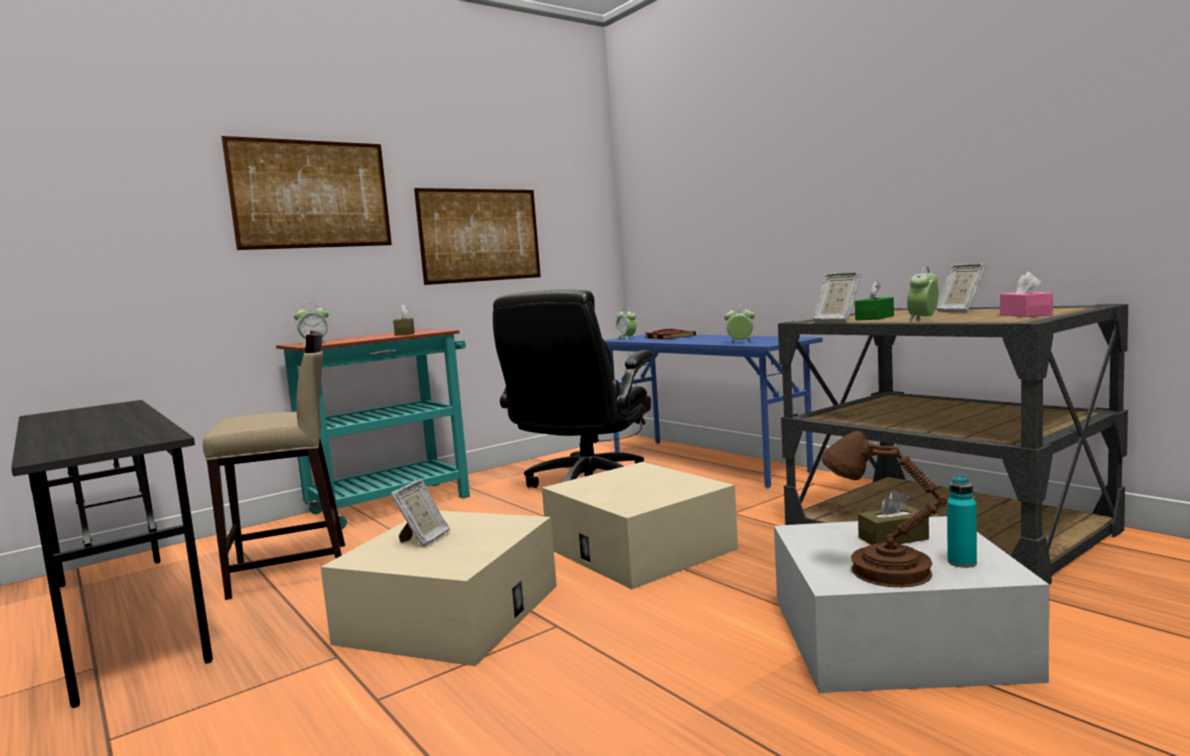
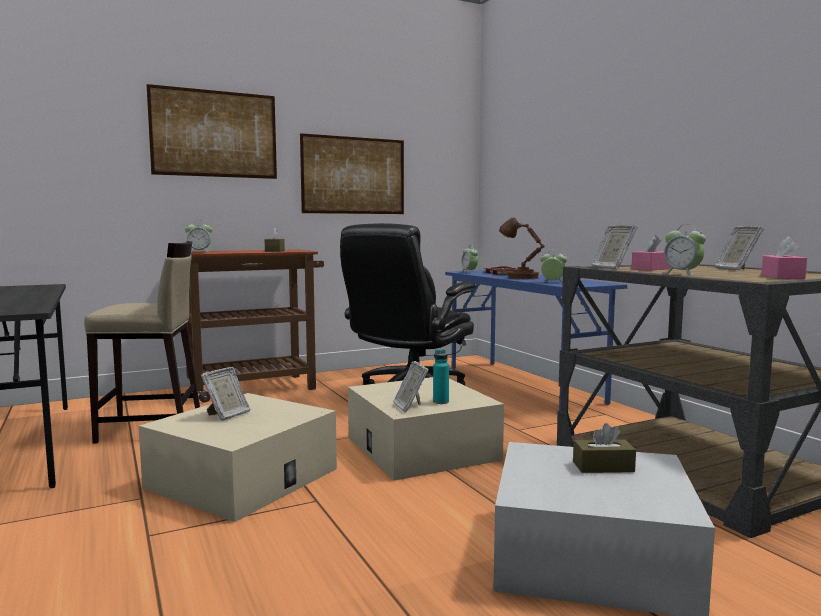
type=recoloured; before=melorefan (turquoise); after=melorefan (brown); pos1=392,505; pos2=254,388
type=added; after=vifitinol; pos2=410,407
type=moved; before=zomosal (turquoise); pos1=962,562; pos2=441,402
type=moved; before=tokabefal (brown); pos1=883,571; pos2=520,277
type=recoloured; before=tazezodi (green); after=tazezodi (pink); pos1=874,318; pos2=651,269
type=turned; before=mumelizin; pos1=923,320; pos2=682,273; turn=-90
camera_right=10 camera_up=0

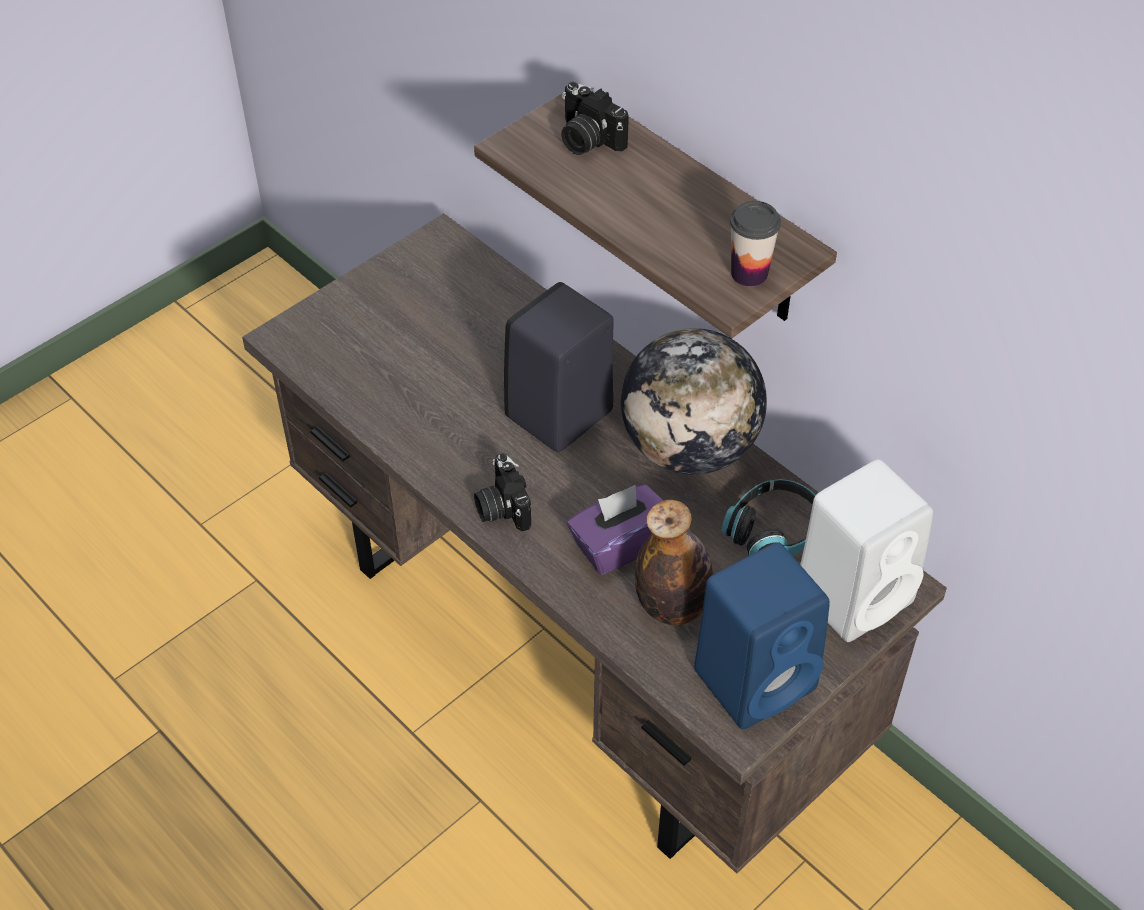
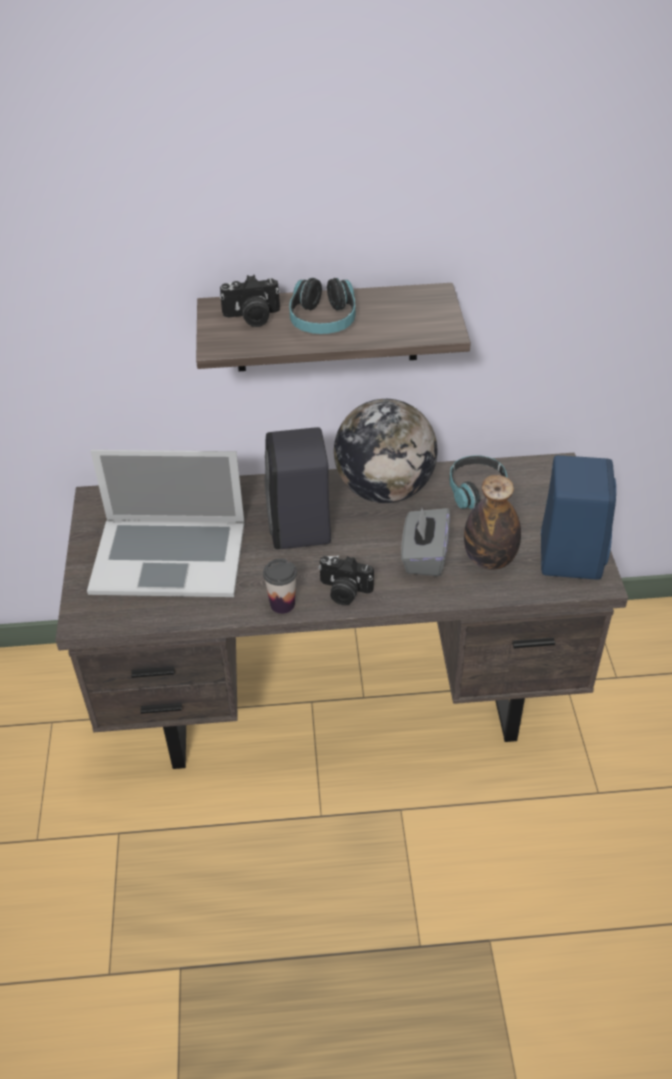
type=added; after=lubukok; pos2=169,556
type=moved; before=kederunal; pos1=749,273; pos2=282,604
type=added; after=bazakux; pos2=323,320
type=recoloured; before=tazezodi (purple); after=tazezodi (grey); pos1=620,544; pos2=424,556
type=removed; before=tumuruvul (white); pos1=856,593
camera_right=-50 camera_up=-5

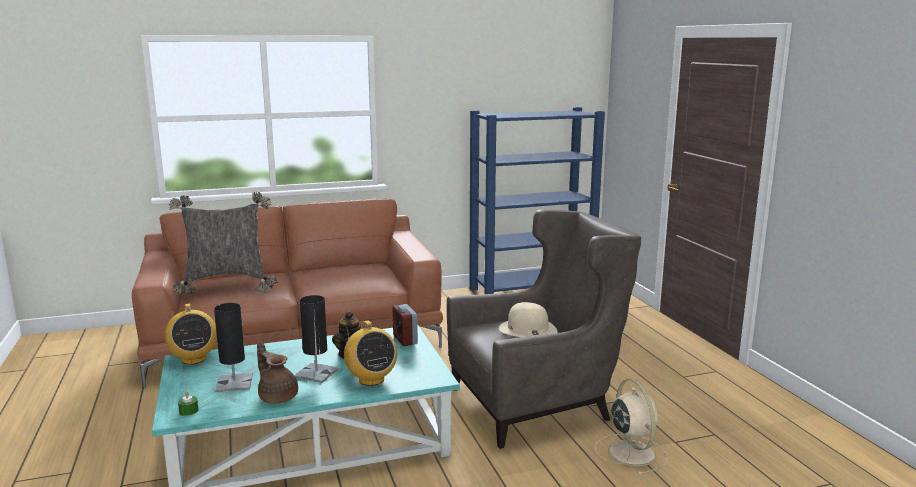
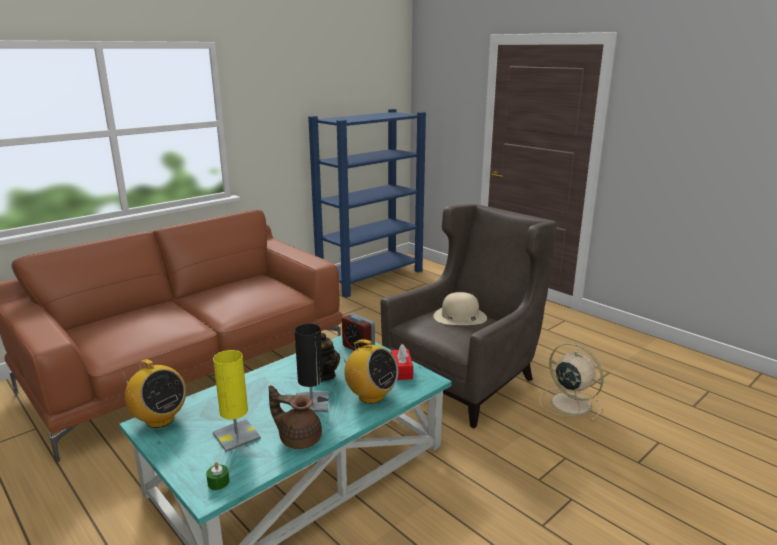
type=recoloured; before=tokabefal (black); after=tokabefal (yellow); pos1=234,383; pos2=236,436
type=added; after=tazezodi (red); pos2=401,370
type=removed; before=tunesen; pos1=227,289
camera_right=-25 camera_up=5

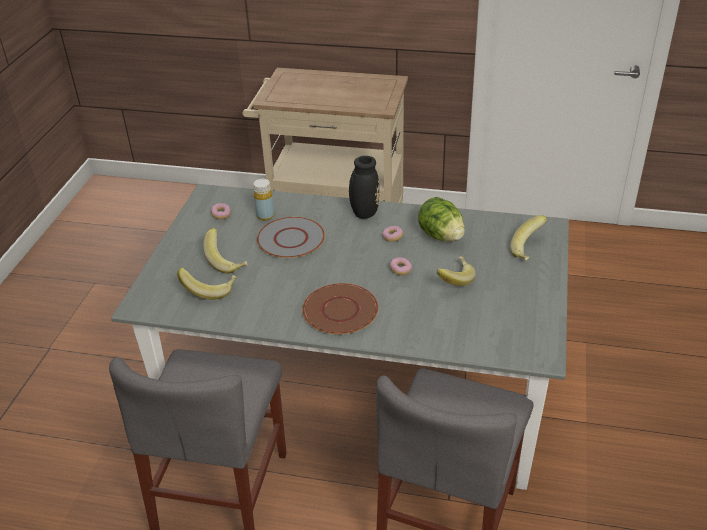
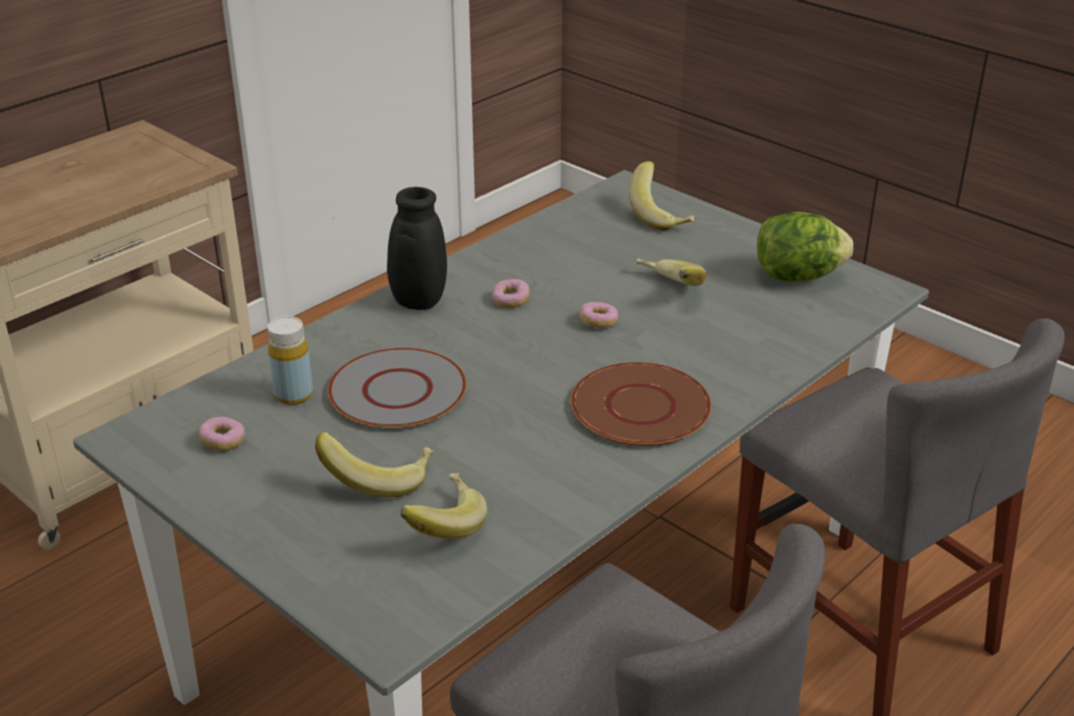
type=moved; before=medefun; pos1=441,236; pos2=797,276
camera_right=-60 camera_up=-5

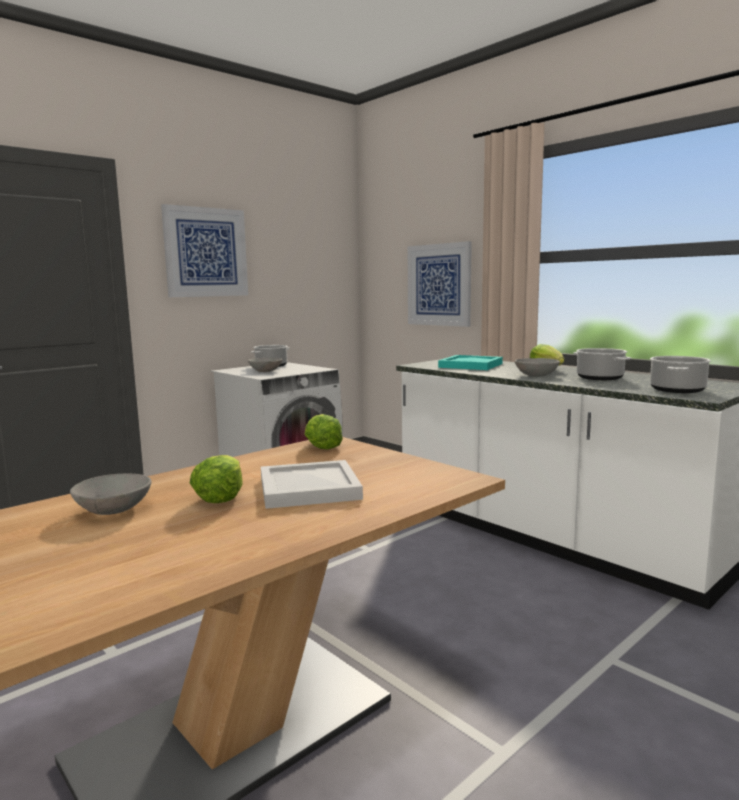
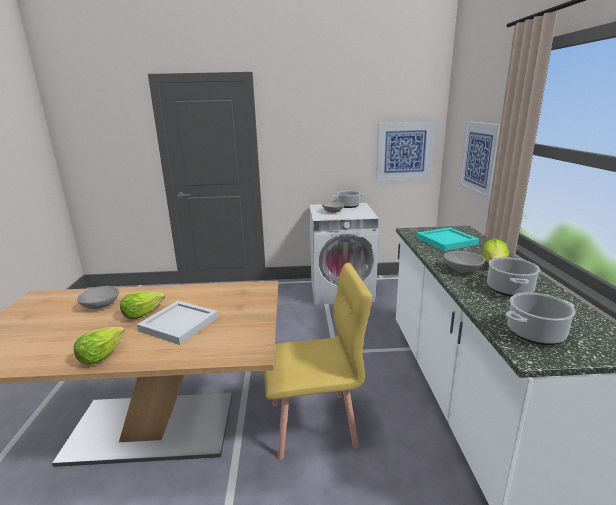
type=moved; before=medefun; pos1=322,446; pos2=101,355
type=added; after=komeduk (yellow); pos2=314,424
type=moved; before=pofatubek; pos1=206,252; pos2=404,151
camera_right=40 camera_up=10

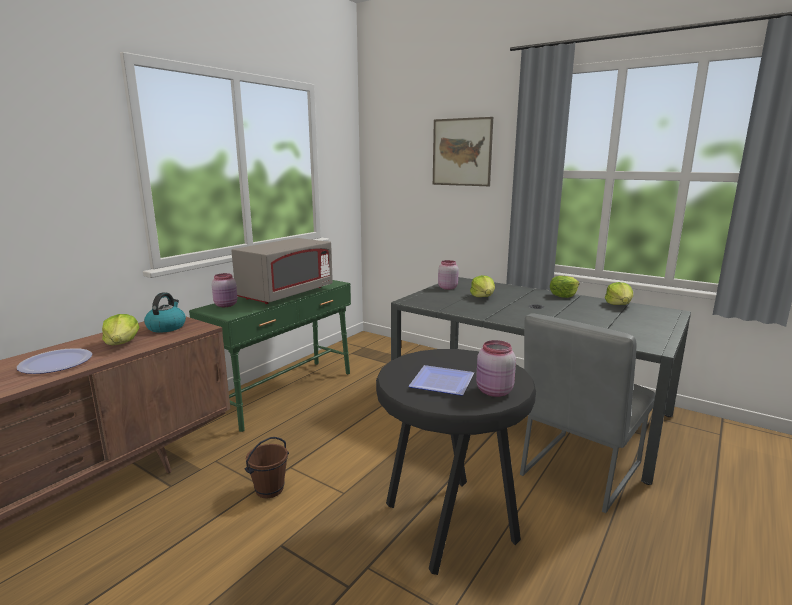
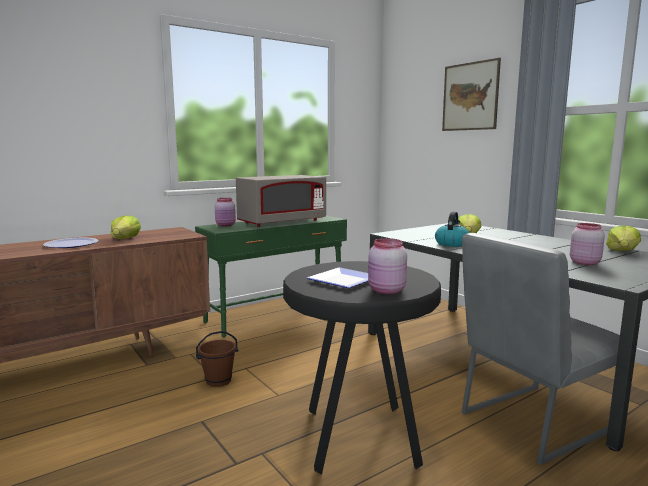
type=moved; before=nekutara; pos1=166,327; pos2=451,243
type=moved; before=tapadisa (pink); pos1=447,287; pos2=584,262
type=removed; before=medefun; pos1=563,295
camera_right=20 camera_up=-5

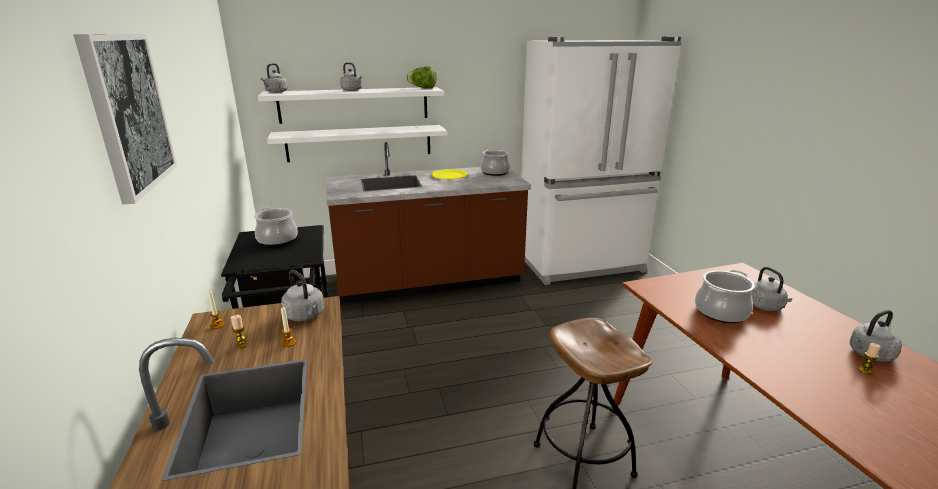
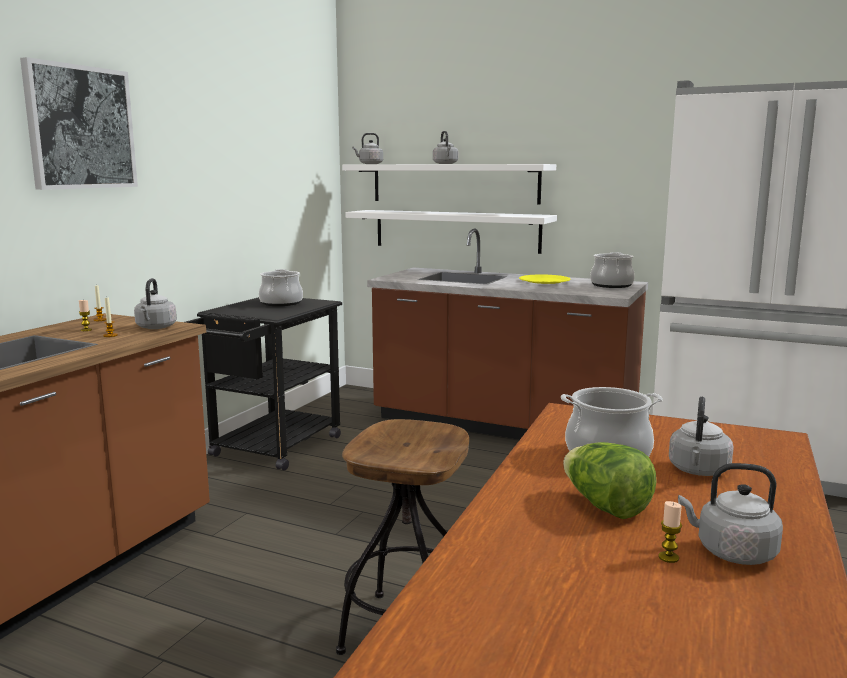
type=moved; before=medefun; pos1=423,88; pos2=605,506
camera_right=40 camera_up=-10

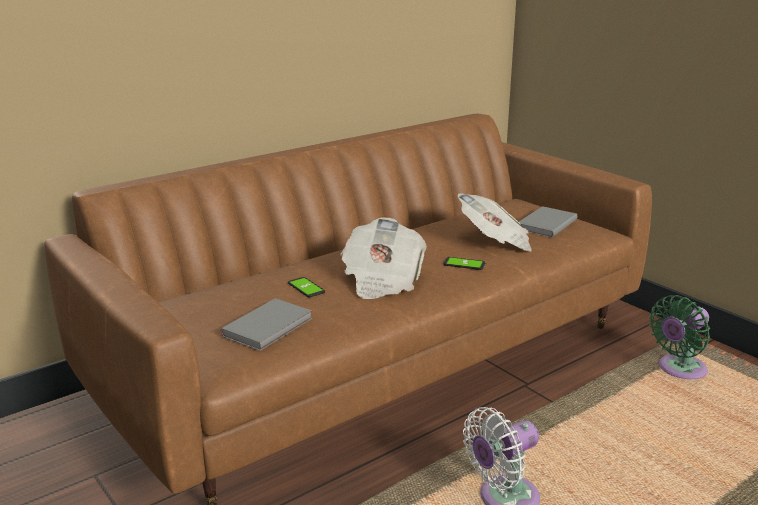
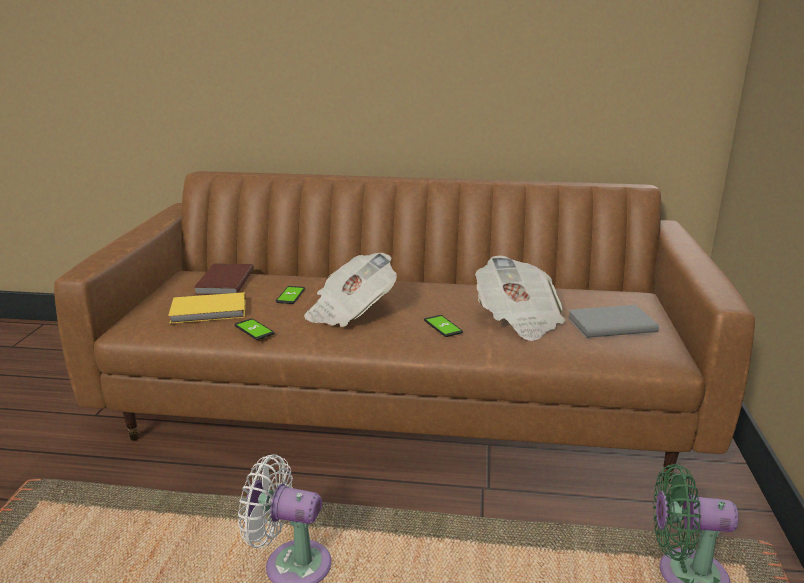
type=recoloured; before=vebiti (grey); after=vebiti (yellow); pos1=270,327; pos2=209,311
type=added; after=vebiti (brown); pos2=223,282
type=added; after=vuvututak; pos2=254,330
camera_right=45 camera_up=0

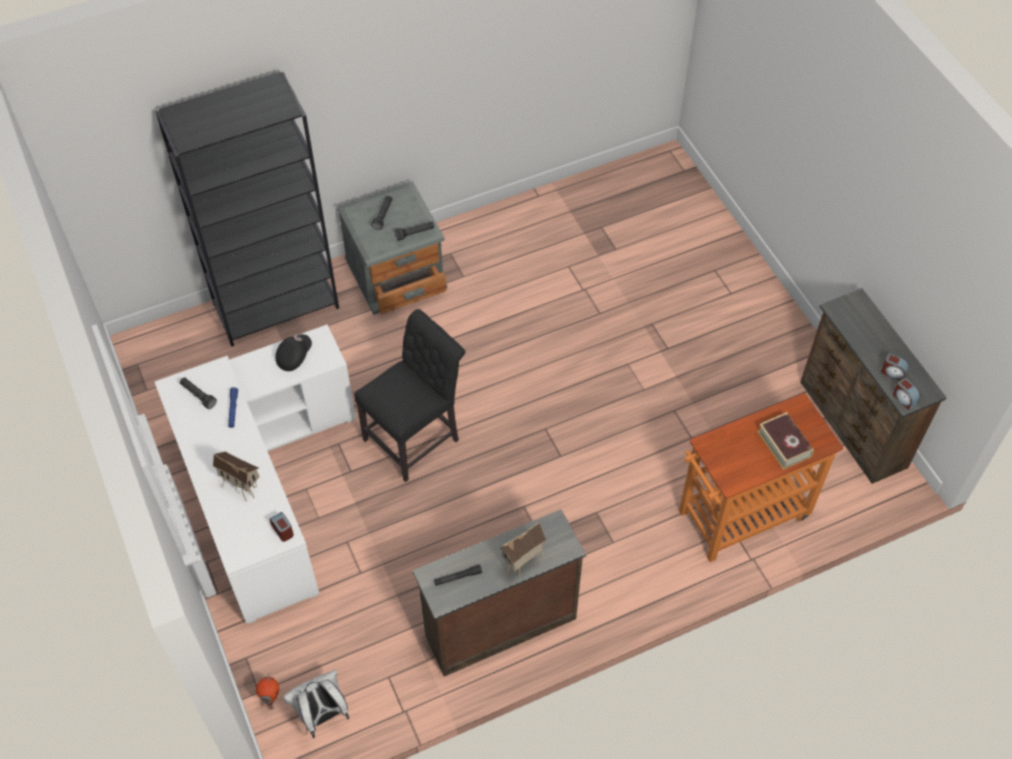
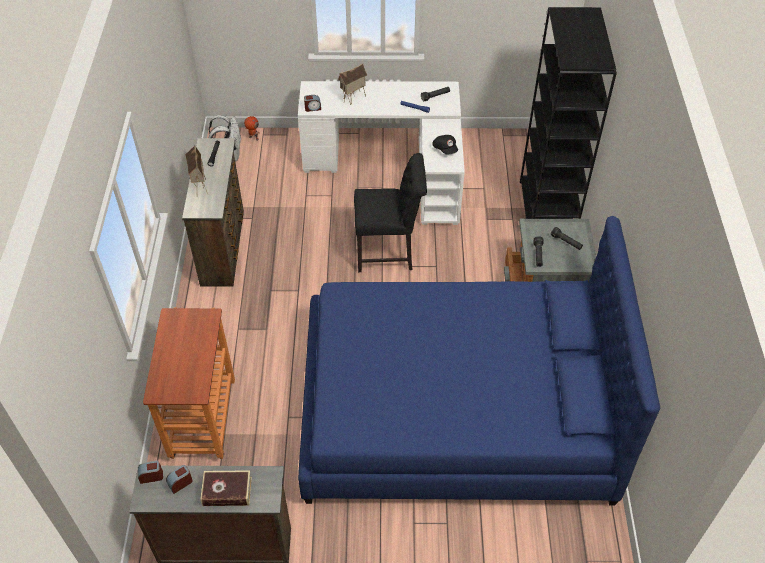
type=moved; before=vebiti; pos1=784,444; pos2=227,491
type=added; after=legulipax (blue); pos2=456,411
type=turned; before=komeduk (black); pos1=416,437; pos2=389,252; turn=-75
camera_right=115 camera_up=-5

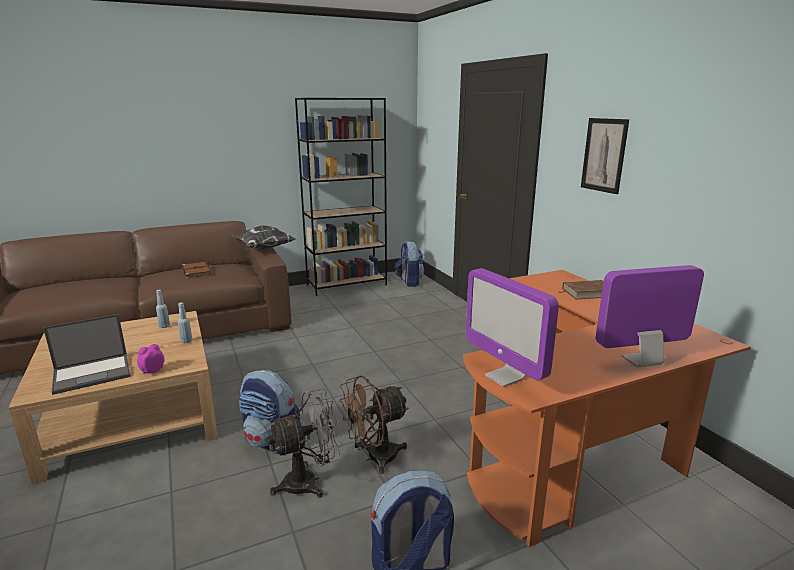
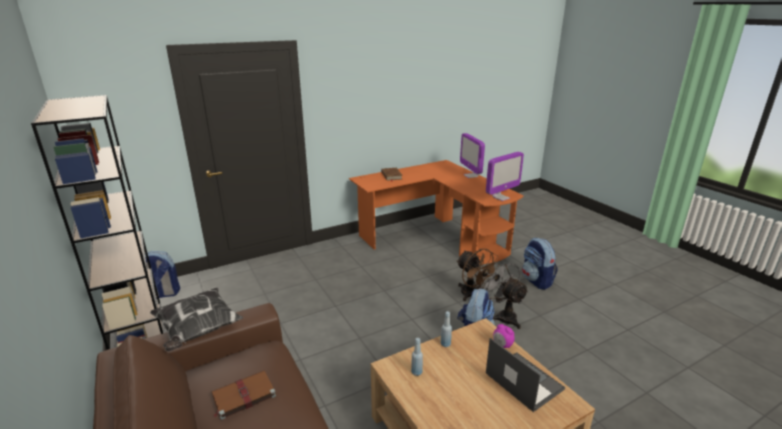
type=removed; before=pofatubek; pos1=604,155
camera_right=-95 camera_up=5

